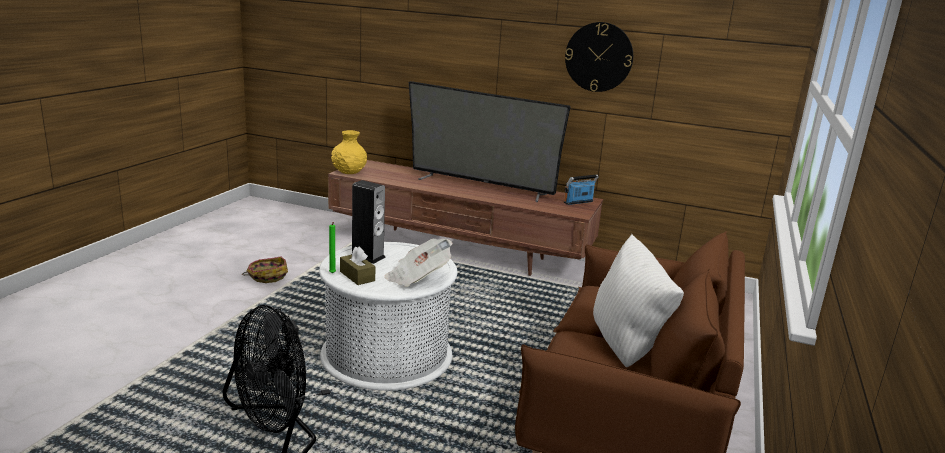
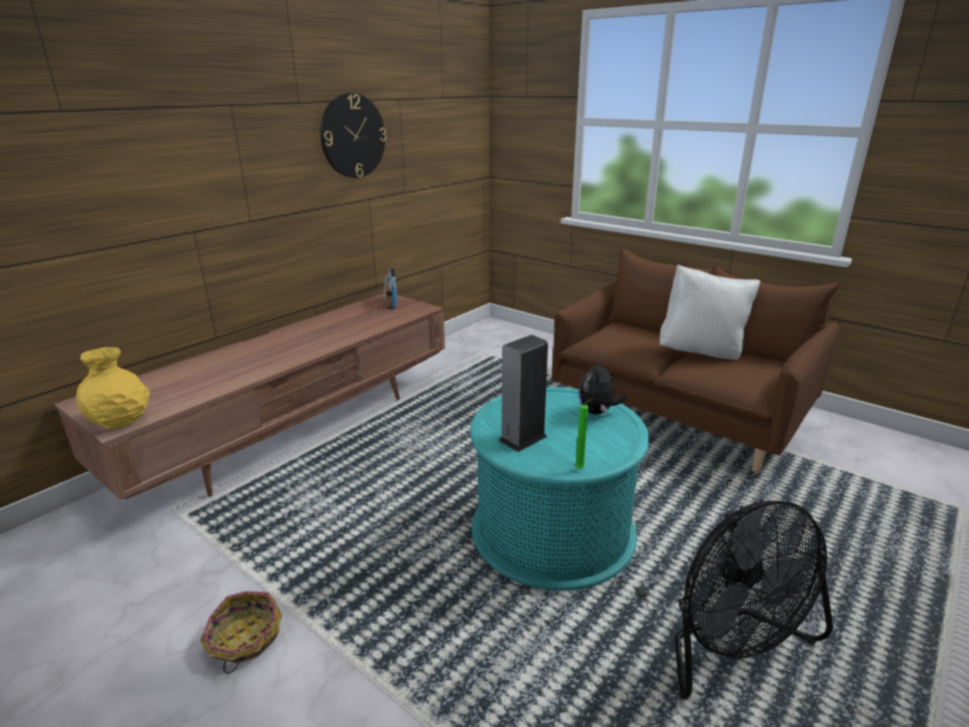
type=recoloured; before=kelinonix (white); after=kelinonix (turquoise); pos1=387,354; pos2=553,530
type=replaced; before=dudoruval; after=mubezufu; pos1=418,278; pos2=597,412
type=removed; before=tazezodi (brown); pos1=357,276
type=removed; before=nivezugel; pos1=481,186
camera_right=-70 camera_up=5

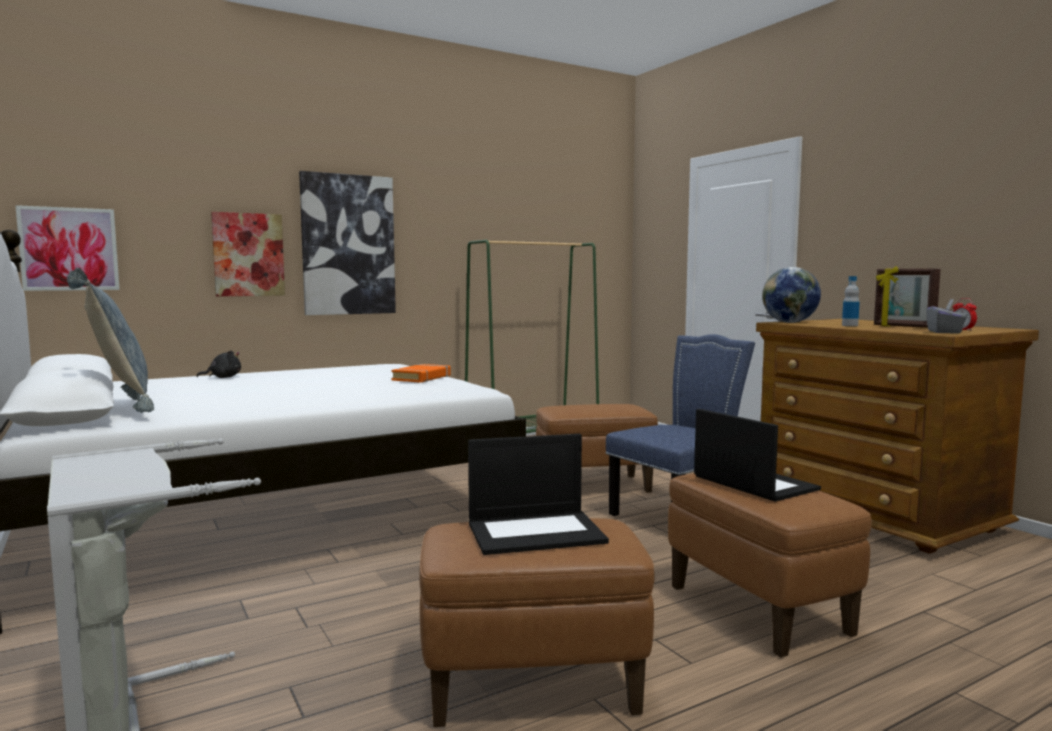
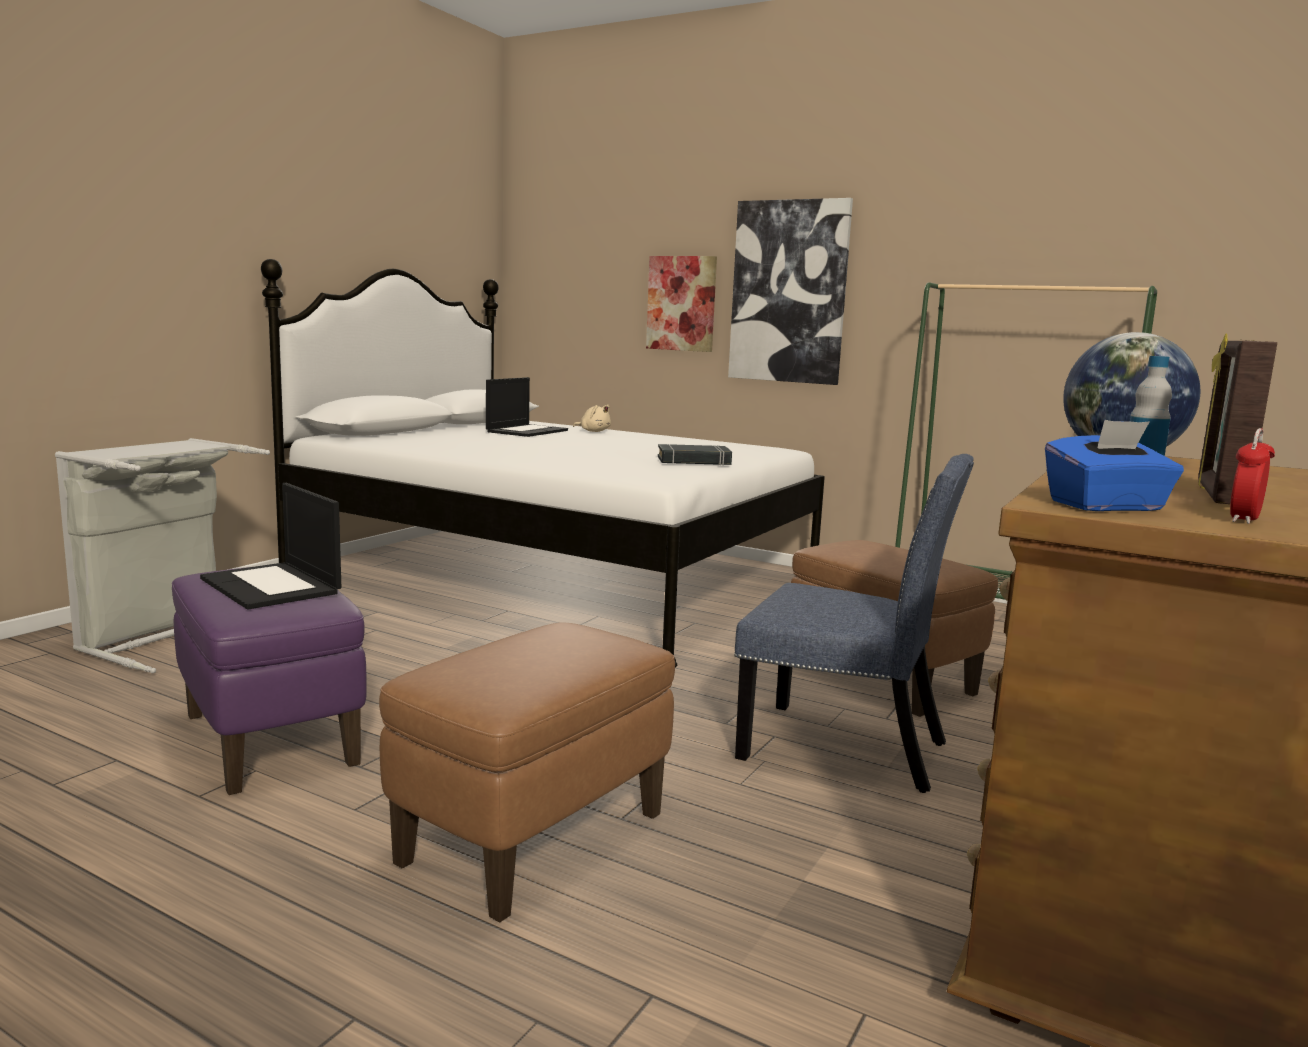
type=recoloured; before=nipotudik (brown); after=nipotudik (purple); pos1=534,686; pos2=270,740
type=moved; before=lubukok; pos1=753,483; pos2=527,431
type=recoloured; before=mubezufu (black); after=mubezufu (beige); pos1=223,377; pos2=594,431
type=recoloured; before=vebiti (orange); after=vebiti (black); pos1=422,378; pos2=694,461
type=recoloured; before=tazezodi (grey); after=tazezodi (blue); pos1=944,332; pos2=1106,506
type=removed; before=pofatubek; pos1=69,249
type=removed; before=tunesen; pos1=113,411
camera_right=60 camera_up=5

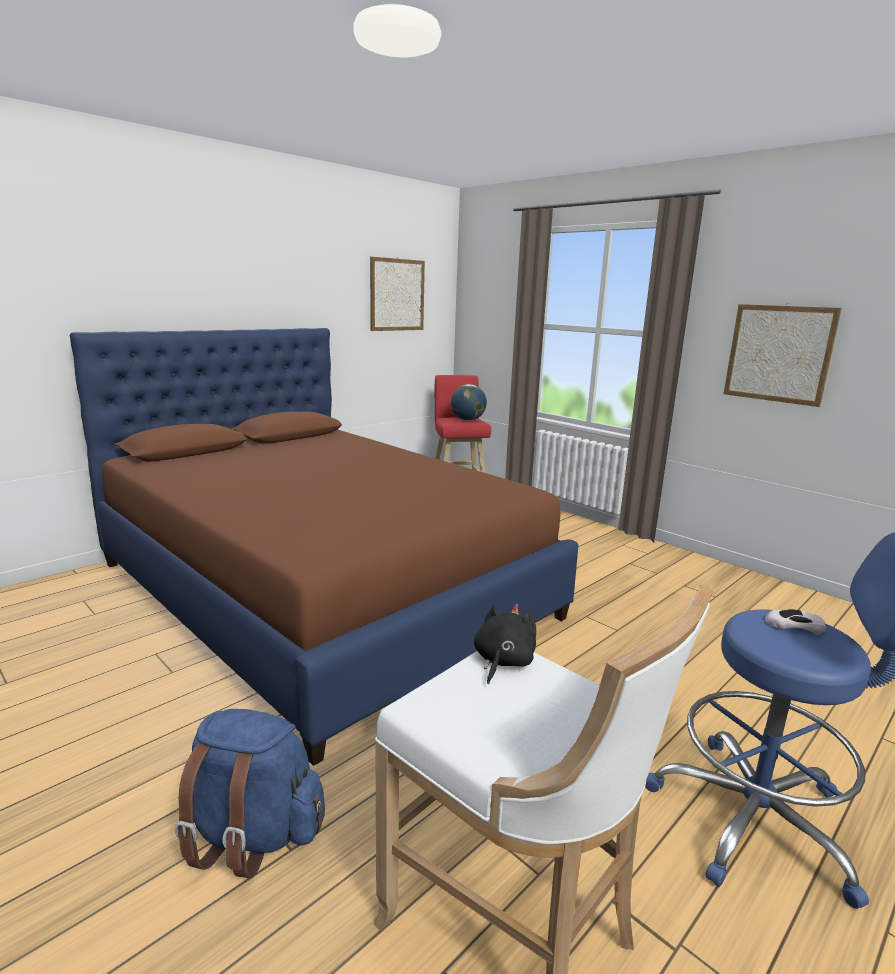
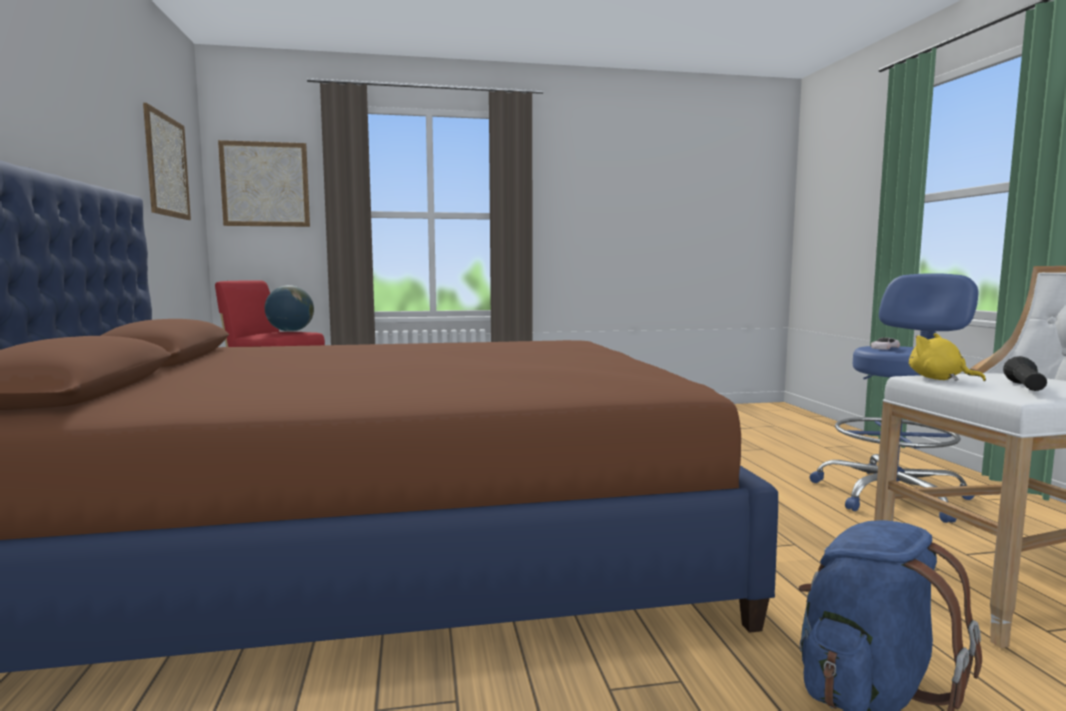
type=moved; before=pofatubek; pos1=779,352; pos2=265,183
type=recoloured; before=mubezufu (black); after=mubezufu (yellow); pos1=502,661; pos2=939,379
type=added; after=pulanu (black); pos2=1025,388
camera_right=-55 camera_up=-10

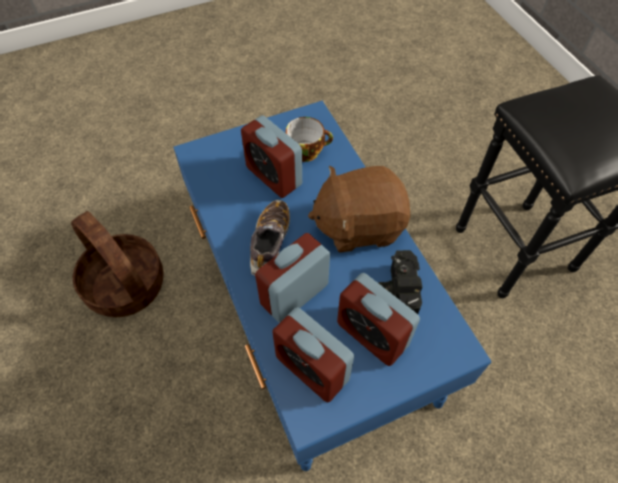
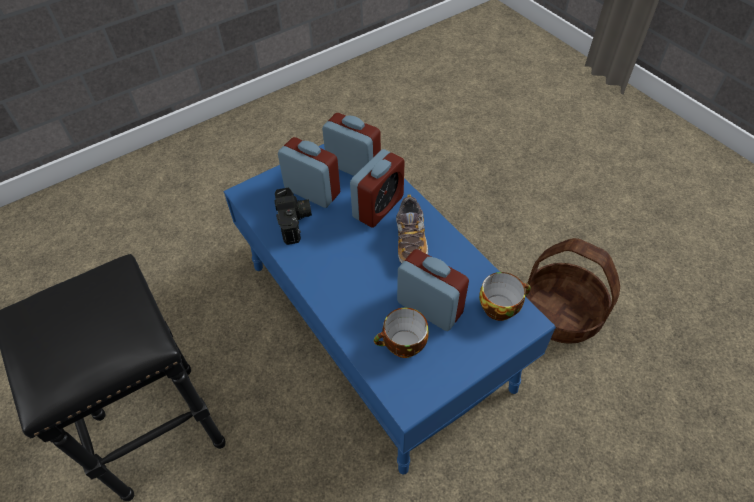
type=added; after=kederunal; pos2=500,306
type=removed; before=mubezufu (brown); pos1=358,225
camera_right=170 camera_up=-5

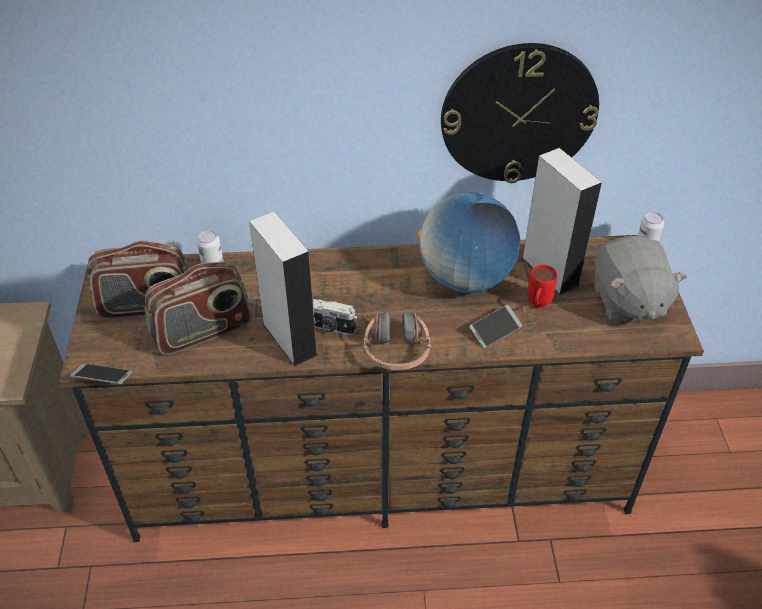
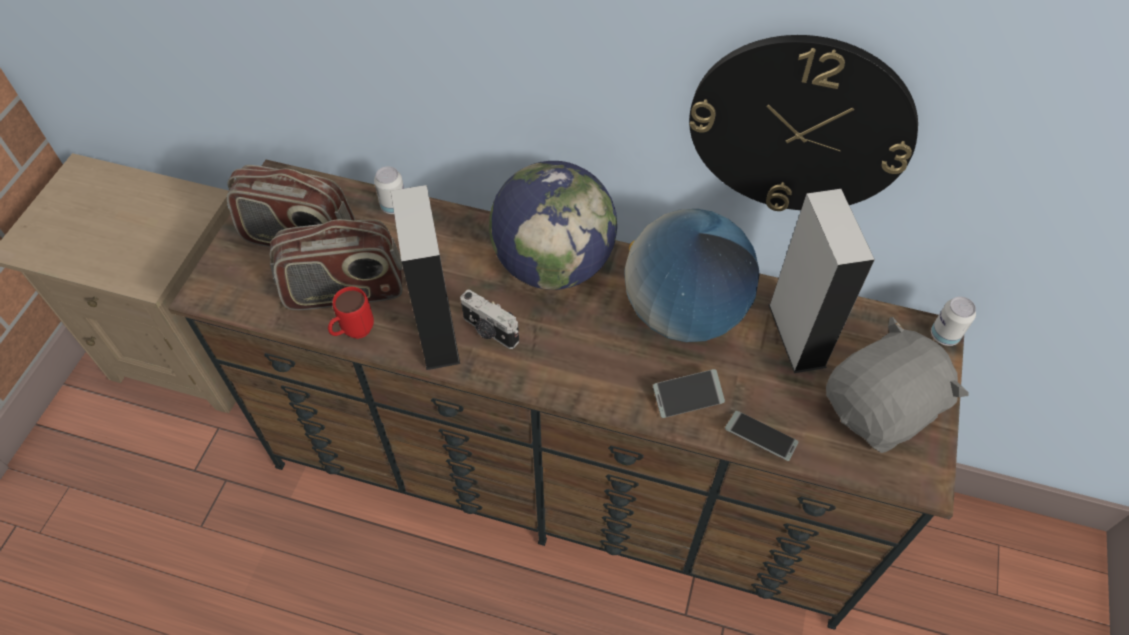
type=moved; before=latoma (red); pos1=537,305; pos2=353,333
type=added; after=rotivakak; pos2=553,264
type=moved; before=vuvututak; pos1=103,377; pos2=760,439
type=turned; before=mubezufu (grey); pos1=627,301; pos2=880,409; turn=-135
type=removed; before=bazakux; pos1=396,351
camera_right=20 camera_up=10

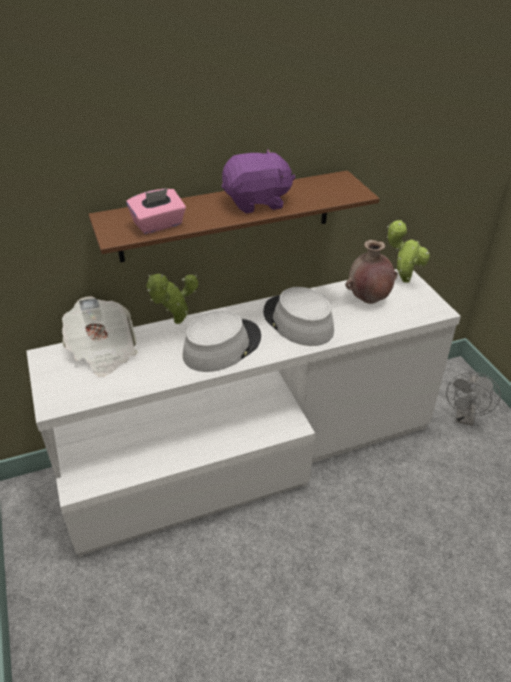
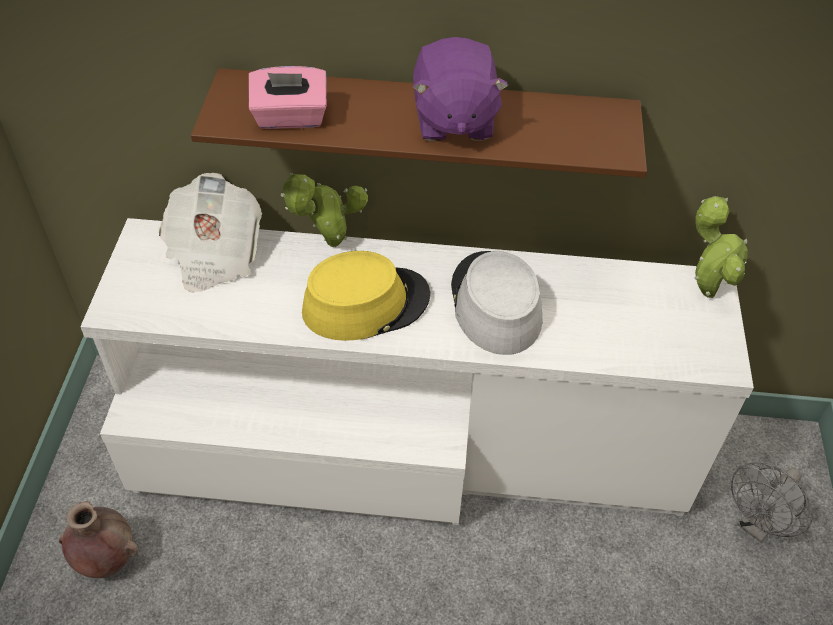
type=moved; before=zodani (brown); pos1=368,299; pos2=106,559
type=recoloured; before=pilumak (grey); after=pilumak (yellow); pos1=222,346; pos2=366,303
type=turned; before=mubezufu (purple); pos1=257,202; pos2=453,120; turn=75
camera_right=25 camera_up=10

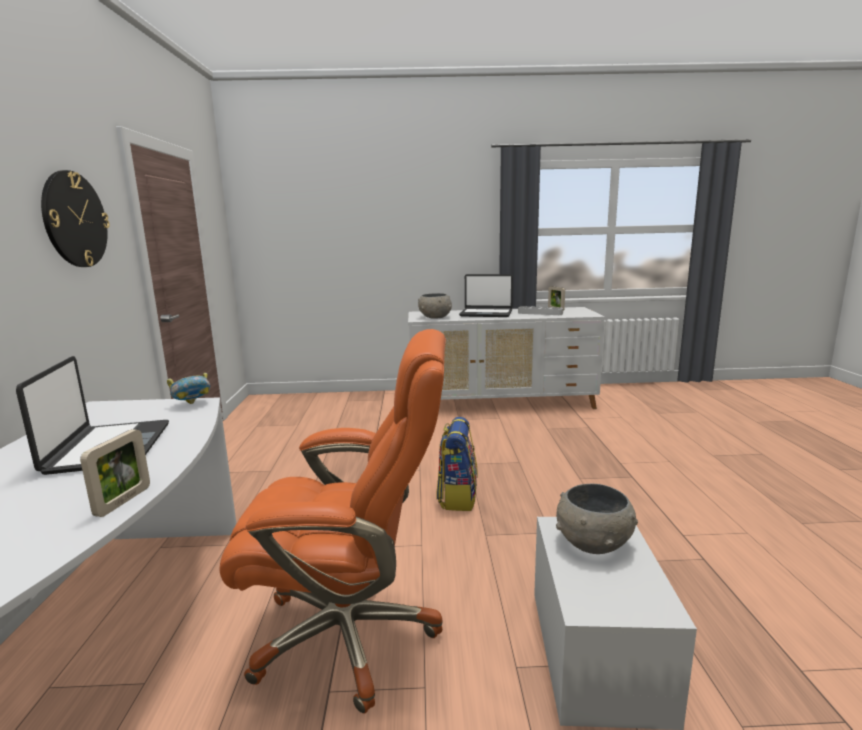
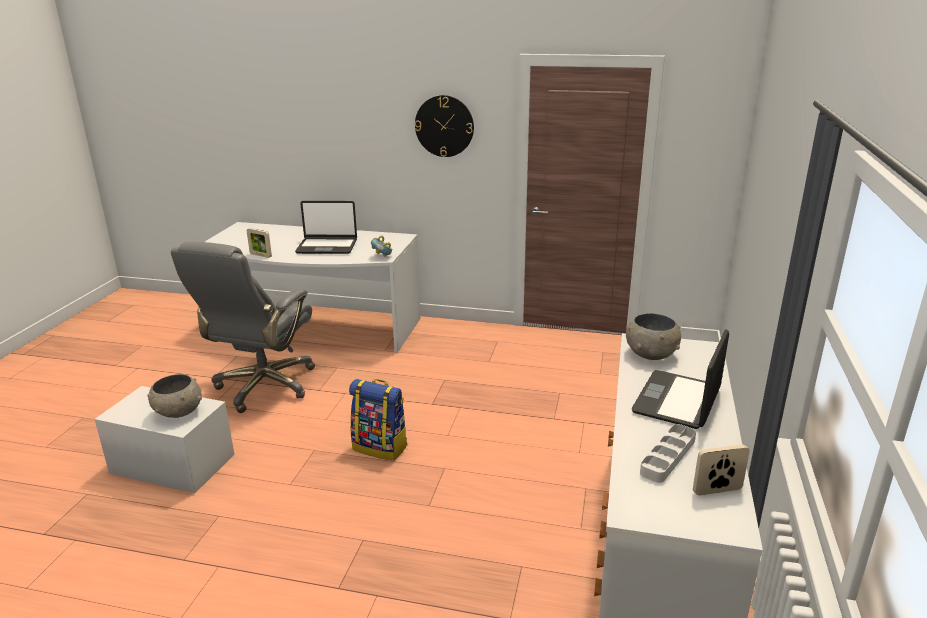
type=recoloured; before=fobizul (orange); after=fobizul (grey); pos1=352,639; pos2=262,387
camera_right=105 camera_up=10

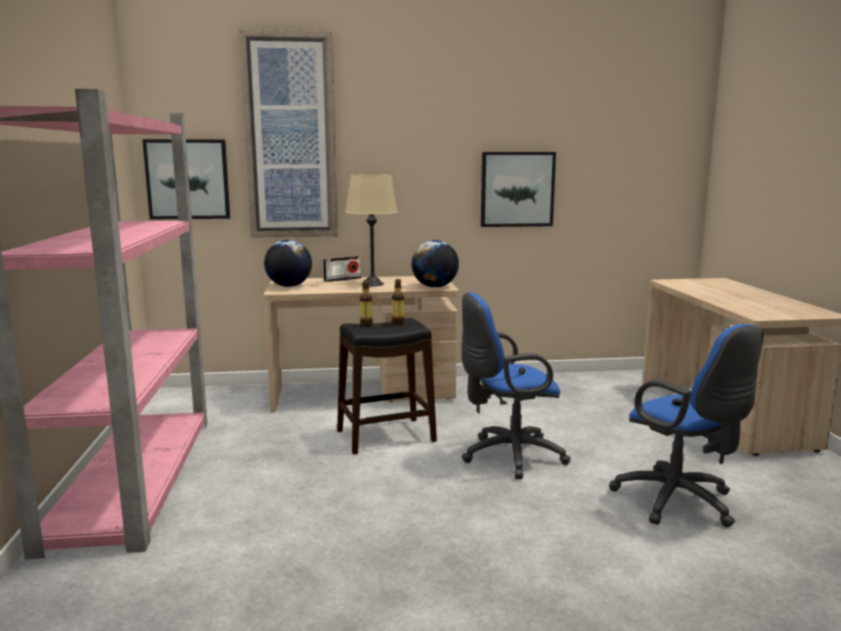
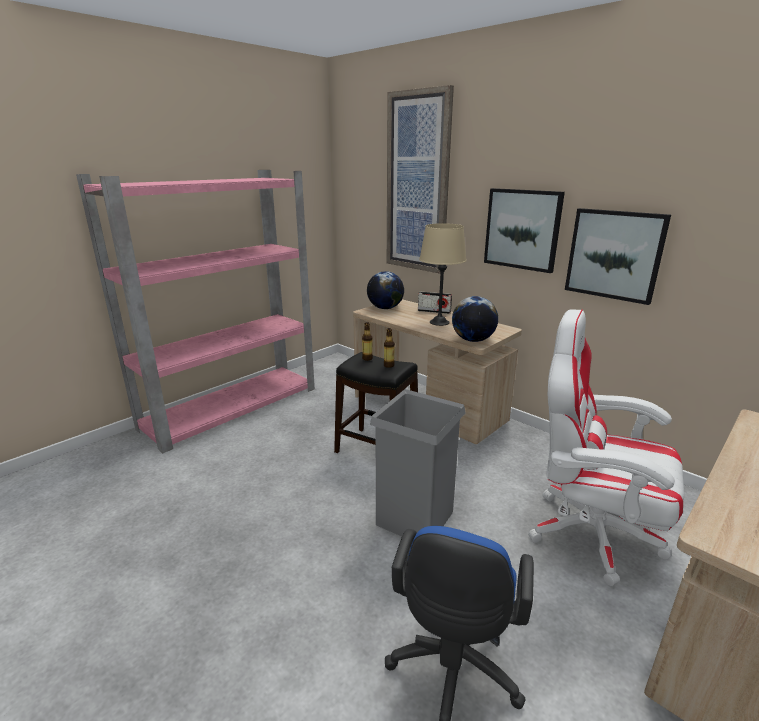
type=replaced; before=fobizul (blue); after=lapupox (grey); pos1=508,456; pos2=415,517
type=moved; before=pofatubek; pos1=188,179; pos2=522,229
type=added; after=fobizul (white); pos2=593,533
camera_right=50 camera_up=10

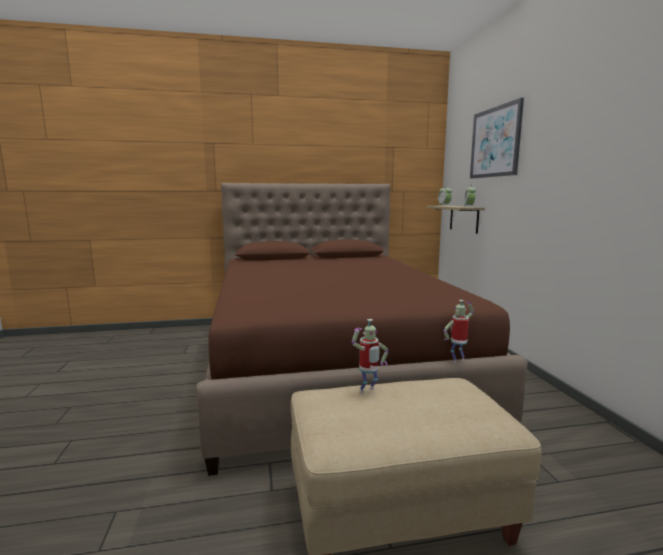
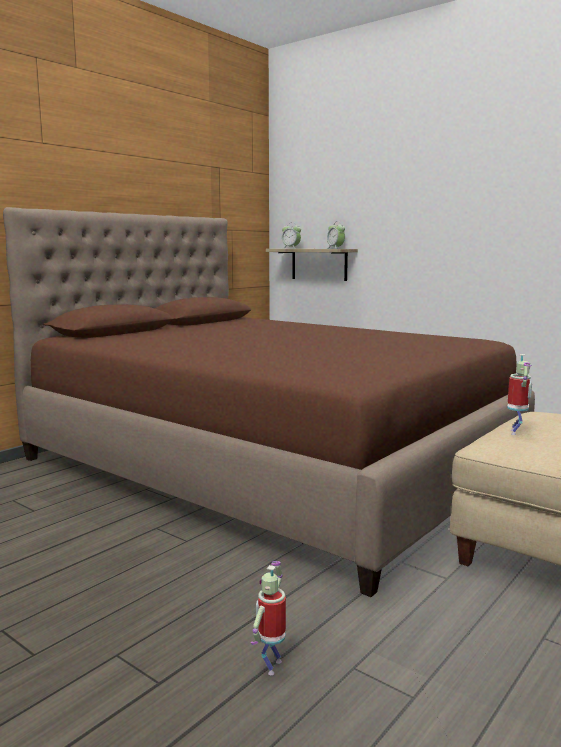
type=moved; before=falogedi; pos1=457,360; pos2=271,665
type=removed; before=pofatubek; pos1=495,142
camera_right=-40 camera_up=0

